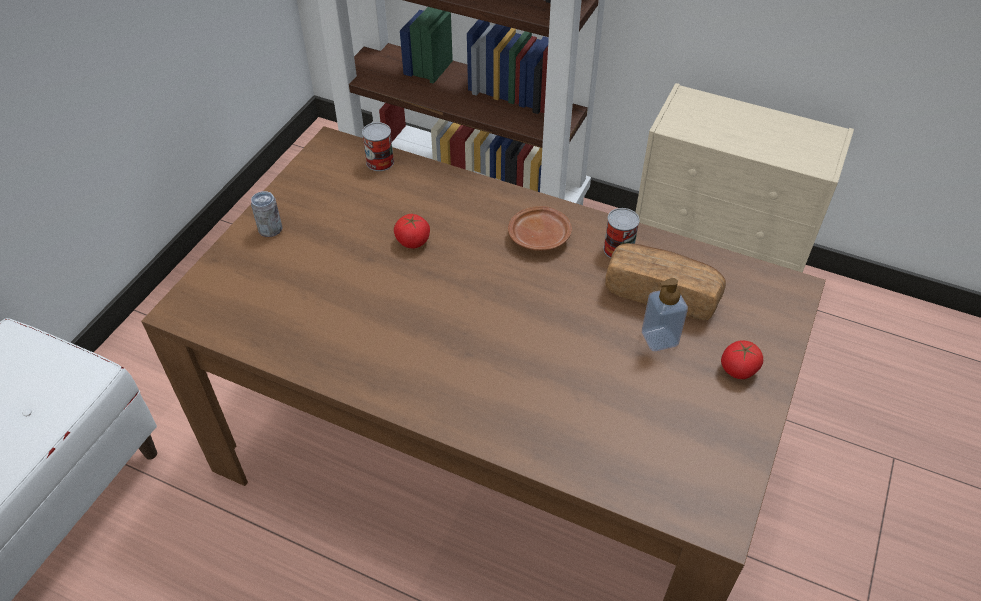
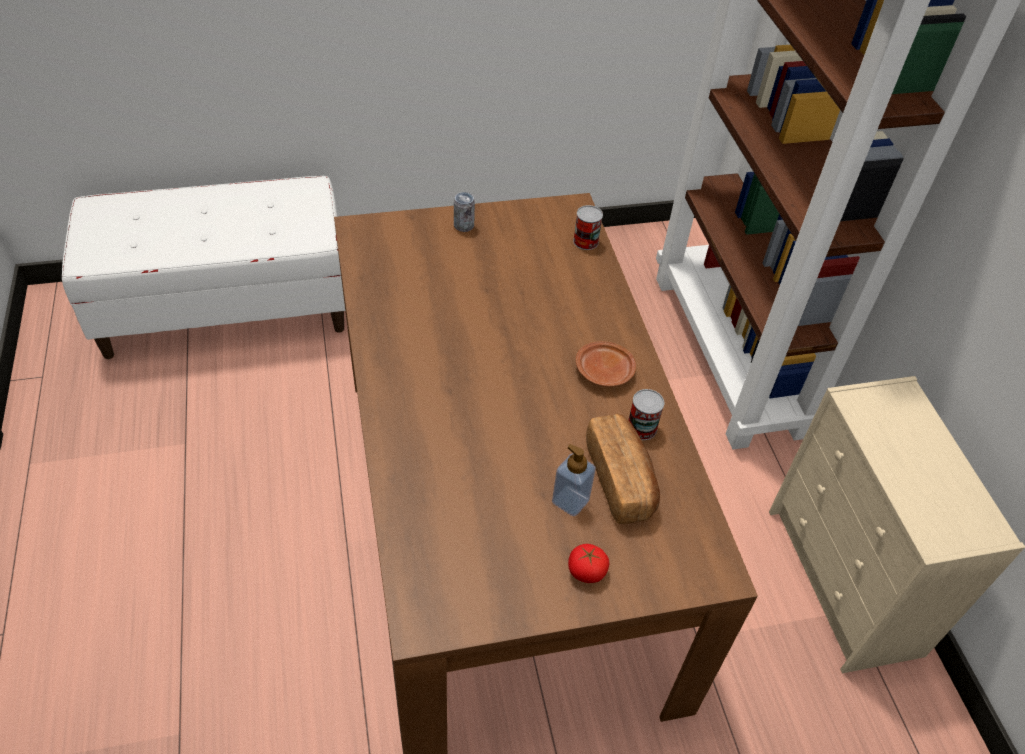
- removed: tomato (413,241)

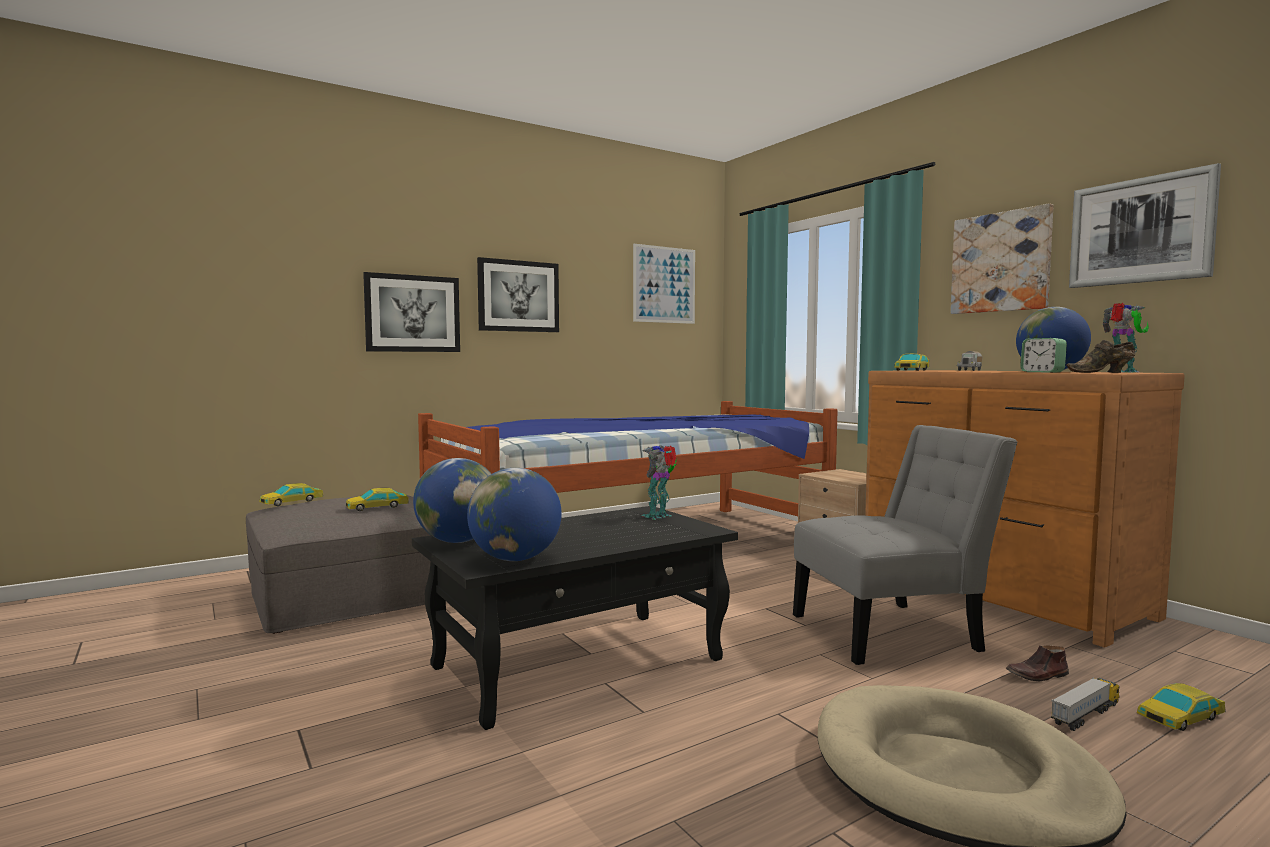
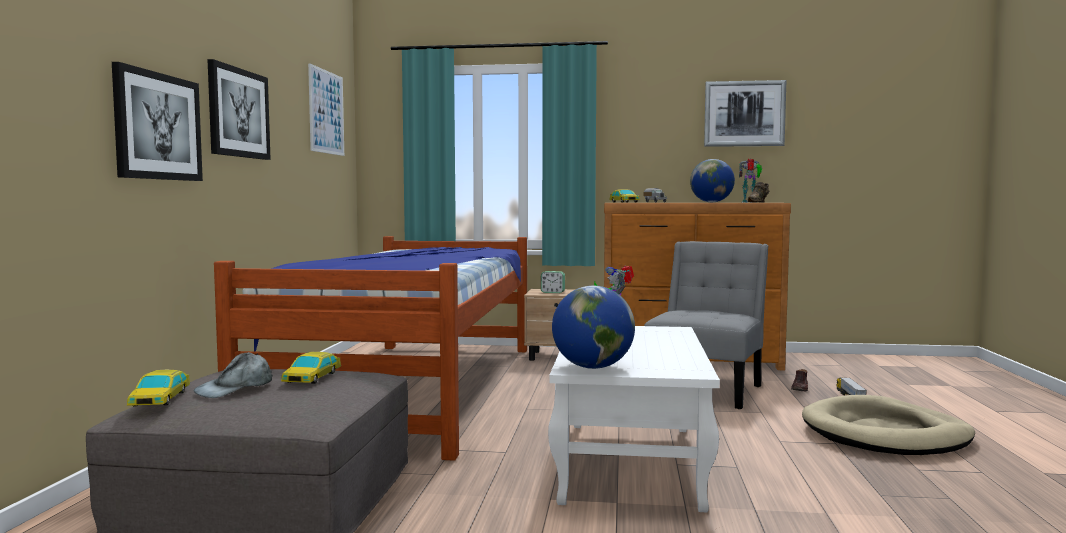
- recoloured: black low table (580,662) to white-coloured low table (630,461)
- removed: globe (515,559)
- removed: wall art (1001,262)
- moved: bedside clock (1042,372) to (552,292)
- removed: model car (1181,717)
- added: greyish cap (235,388)

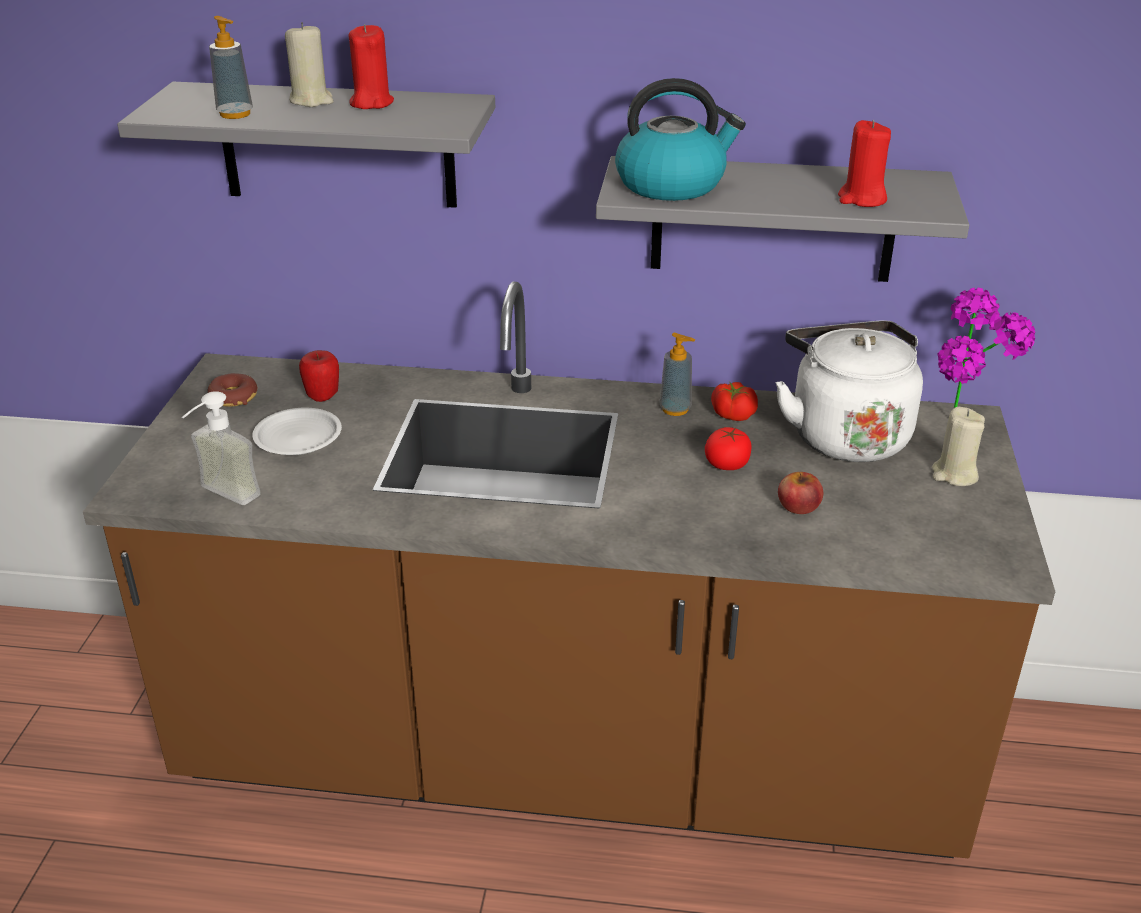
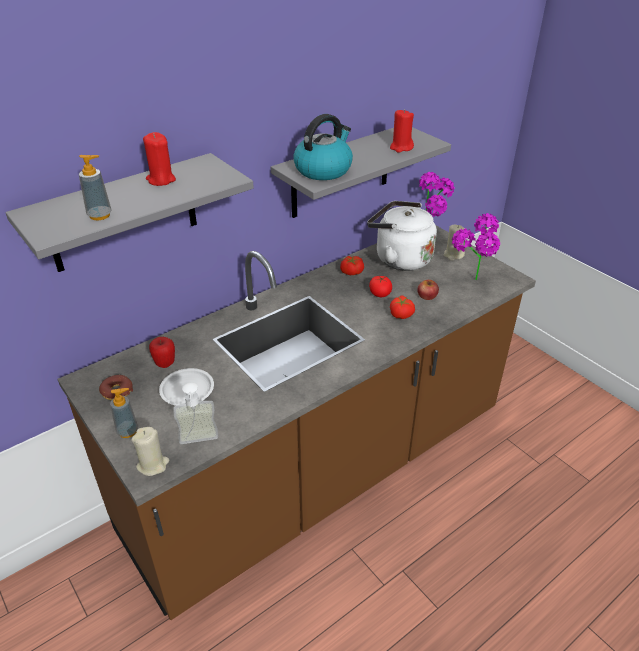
- moved: sand-coloured candle (311,100) to (153,465)
- moved: soap bottle (675,409) to (127,431)
- added: tomato (401,314)
- added: houseplant (471,283)

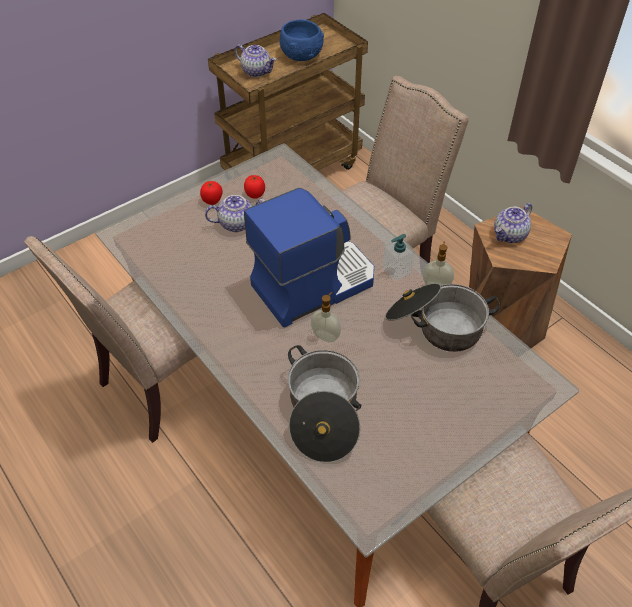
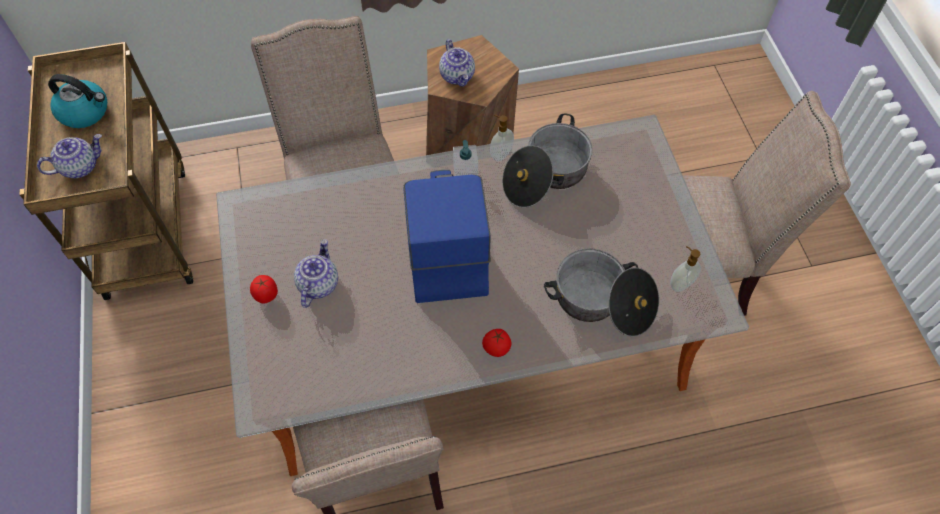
- moved: tomato (255,194) to (496,348)
- replaced: blue bowl (301,55) to kettle (85,112)
- moved: soap bottle (326,336) to (680,283)

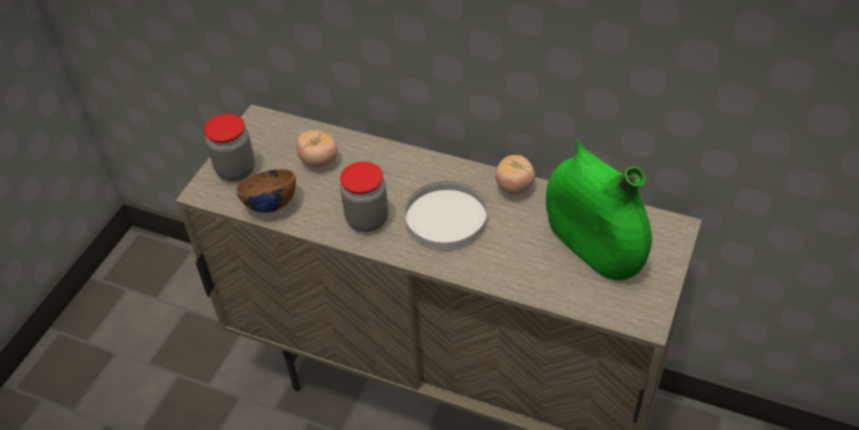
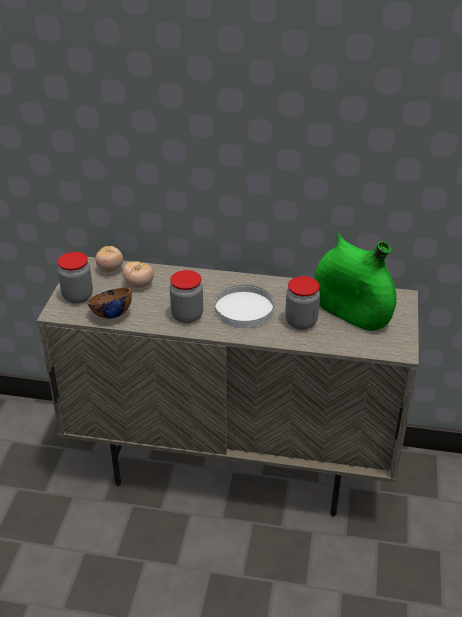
- moved: tomato (514,187) to (110,269)
- added: preserve jar (301,322)

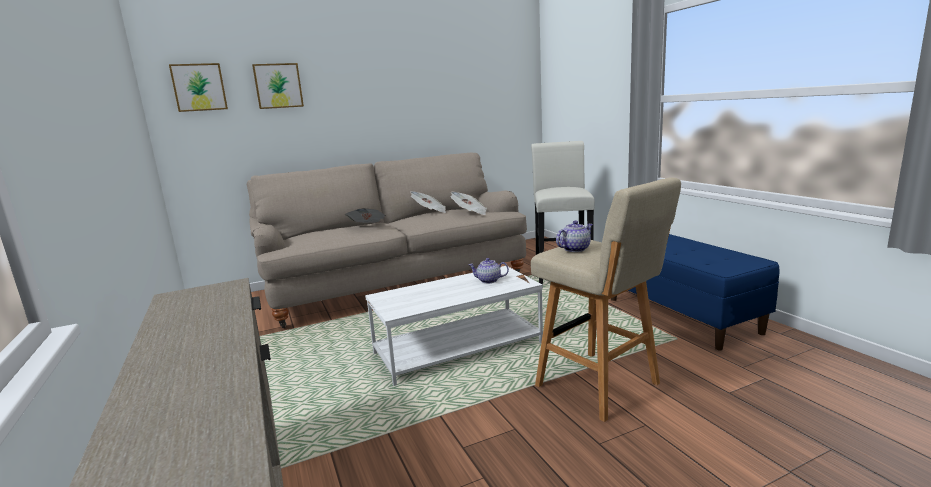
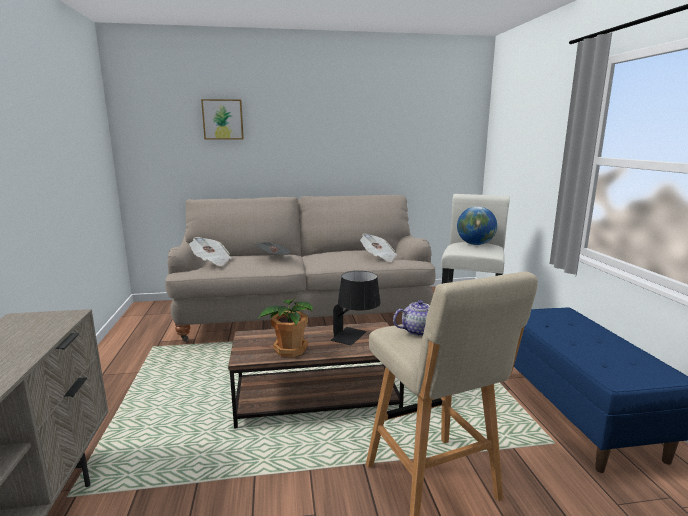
- removed: wall art (199,87)
- recoloured: white-coloured low table (458,348) to brownish low table (317,399)
- moved: daily paper (430,212) to (211,261)
- replaced: tea pot (488,280) to black tabletop lamp (356,337)
- added: houseplant (289,350)
- added: globe (475,244)

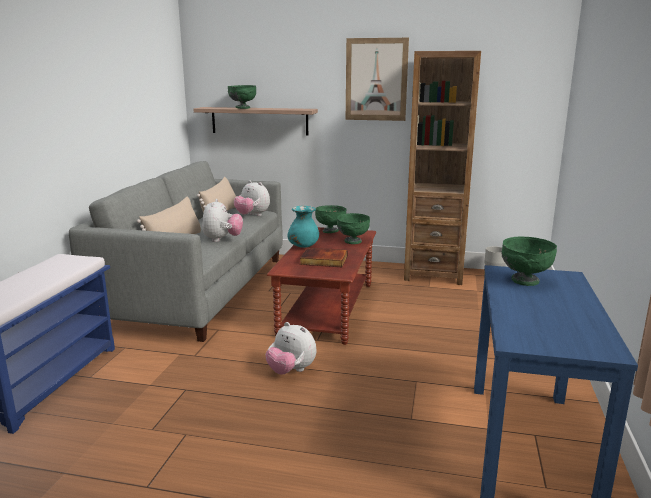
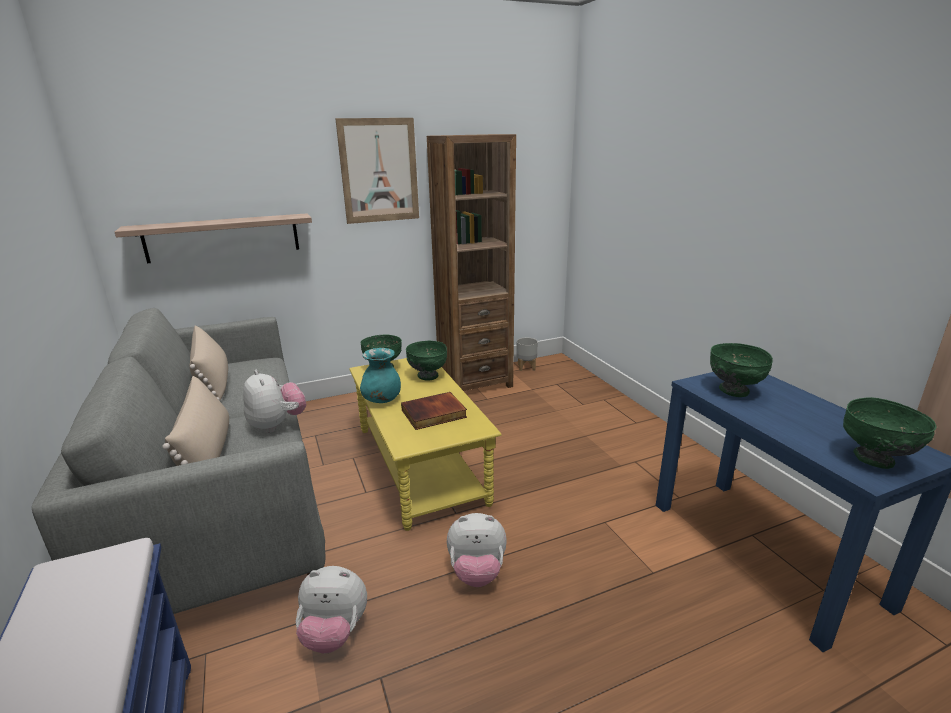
- moved: greenish bowl (242,108) to (874,460)
- moved: plush toy (252,215) to (334,633)
- recoloured: brownish low table (327,308) to yellowish low table (420,464)

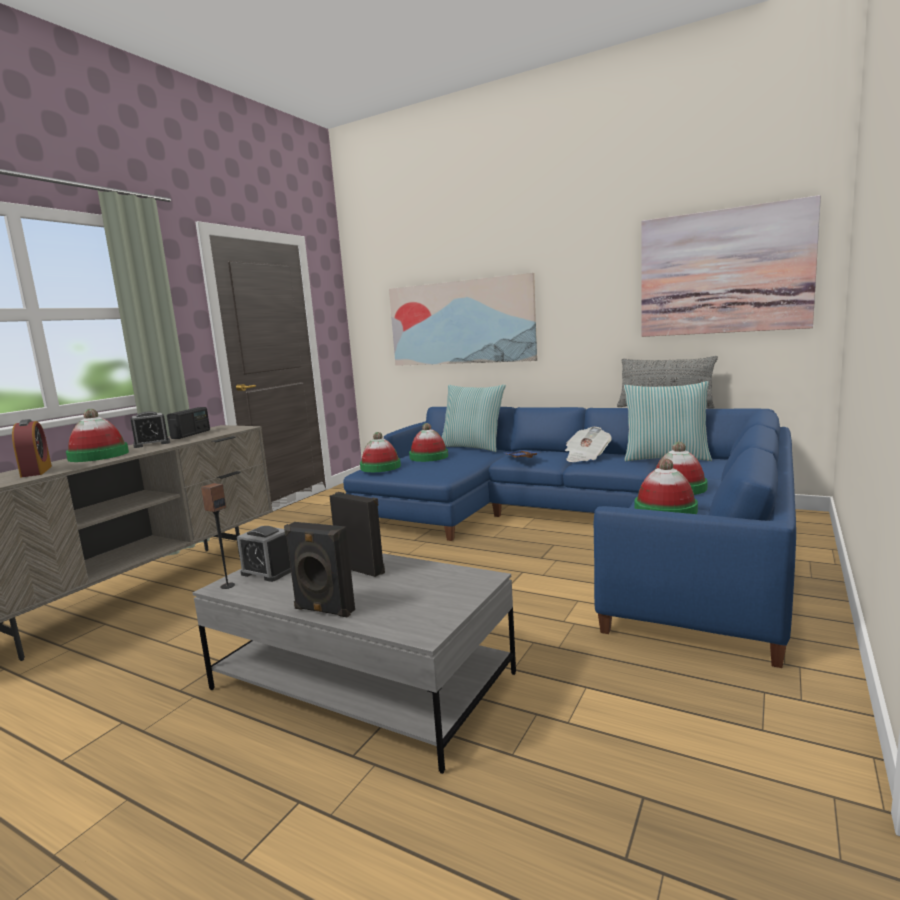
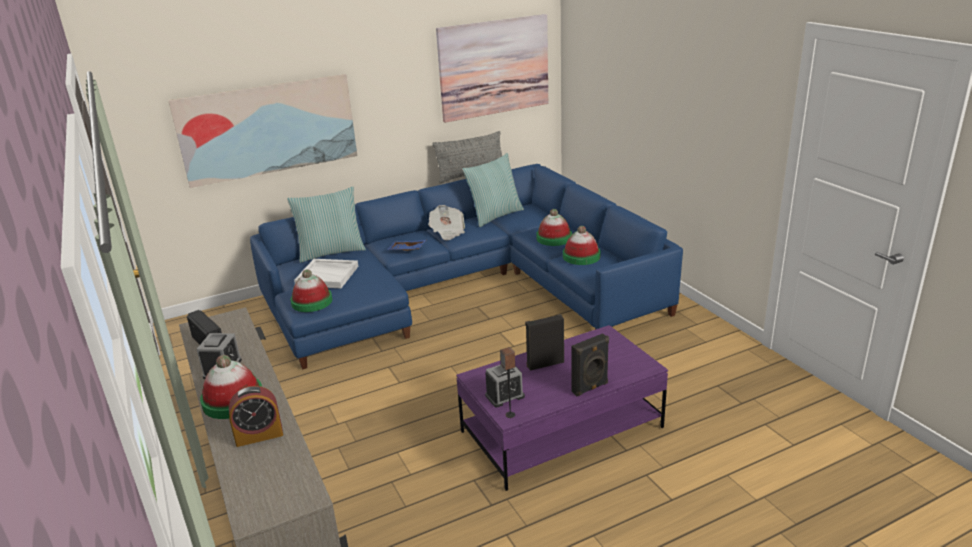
- turned: bedside clock (36,471) = (259,435) 150 degrees clockwise
- recoloured: greyish low table (362,681) to purplish low table (561,429)
- replaced: clothing hat (429,457) to white-coloured tray (328,275)

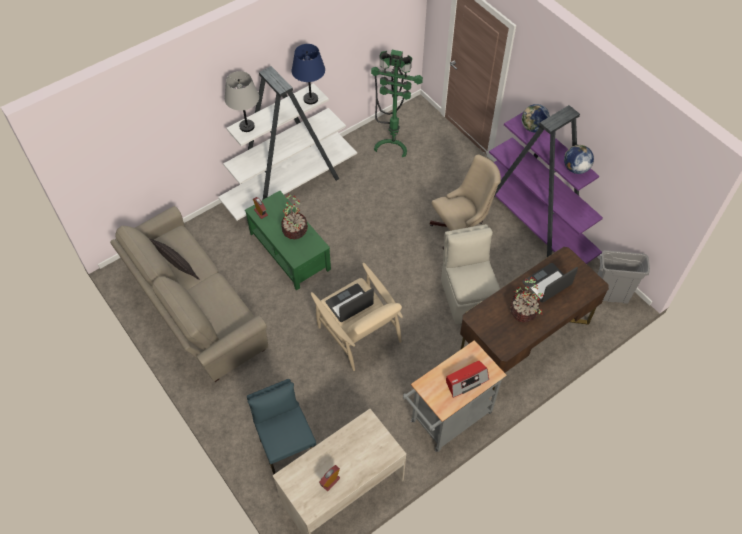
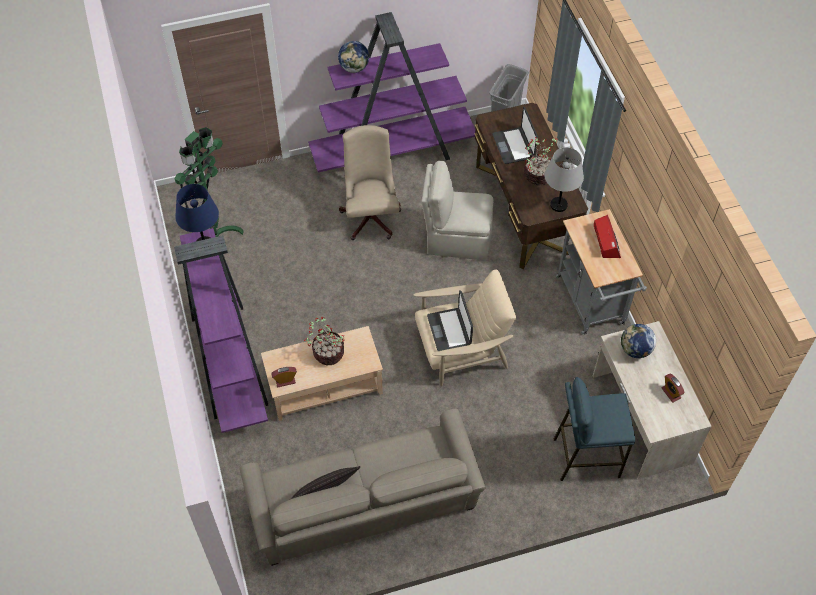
- recoloured: white-coloured bookcase (290,186) to purplish bookcase (228,358)
- moved: greyish tabletop lamp (247,126) to (558,205)
- recoloured: greenish low table (289,251) to sand-coloured low table (324,386)
- moved: globe (575,168) to (635,350)

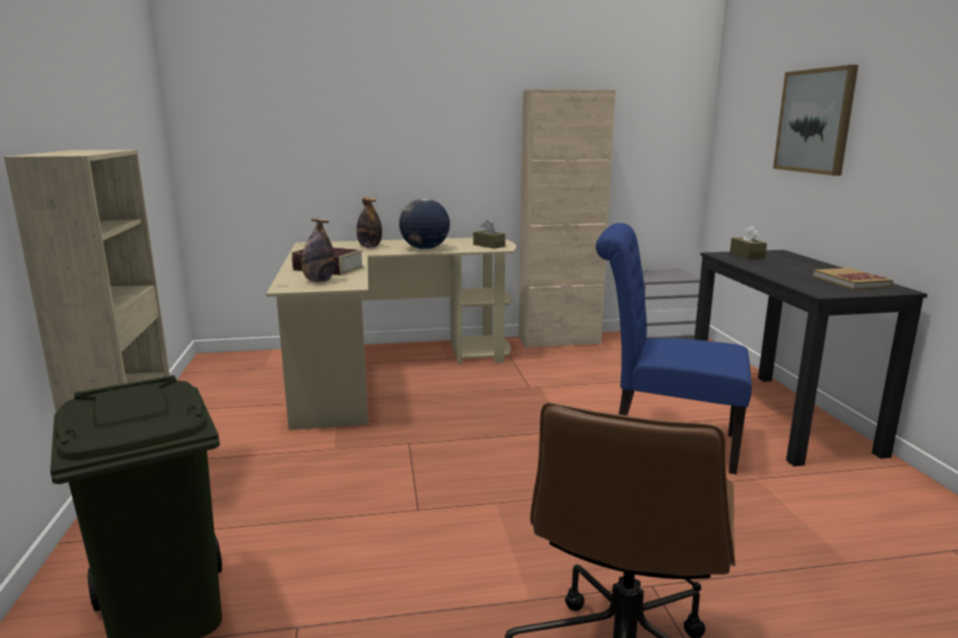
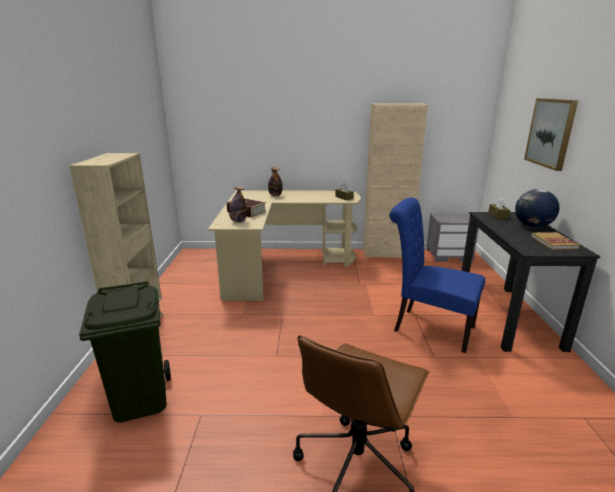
- moved: globe (424,249) to (532,226)

